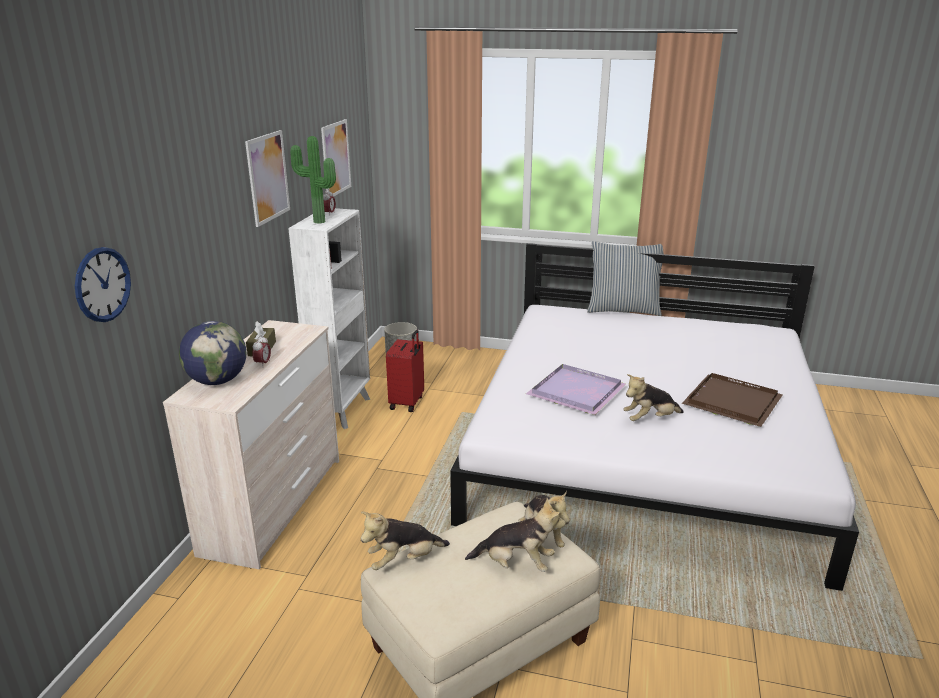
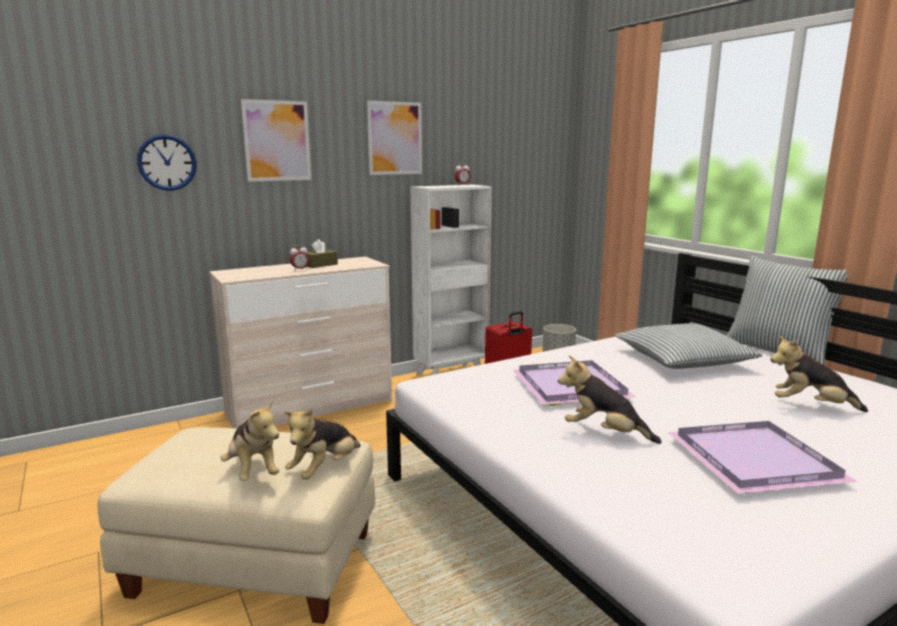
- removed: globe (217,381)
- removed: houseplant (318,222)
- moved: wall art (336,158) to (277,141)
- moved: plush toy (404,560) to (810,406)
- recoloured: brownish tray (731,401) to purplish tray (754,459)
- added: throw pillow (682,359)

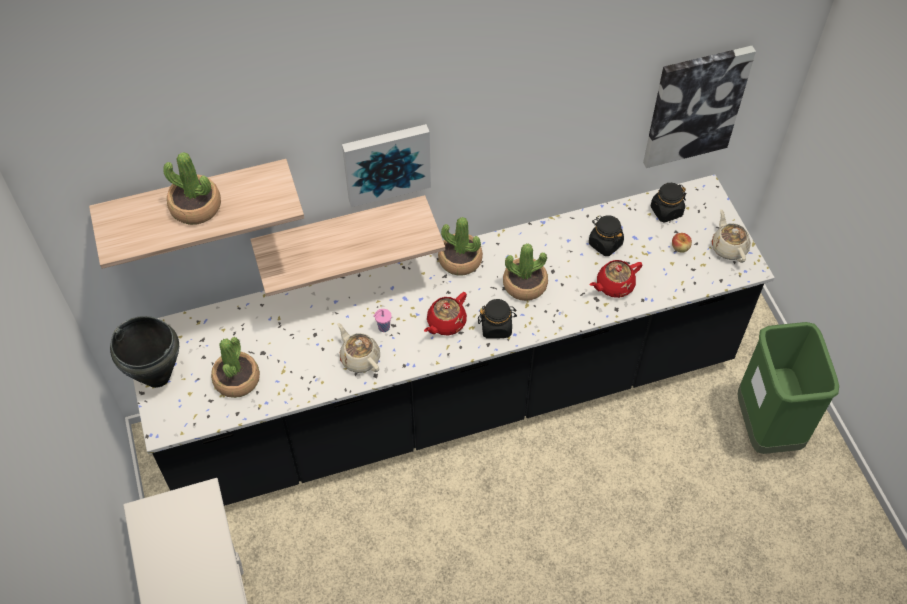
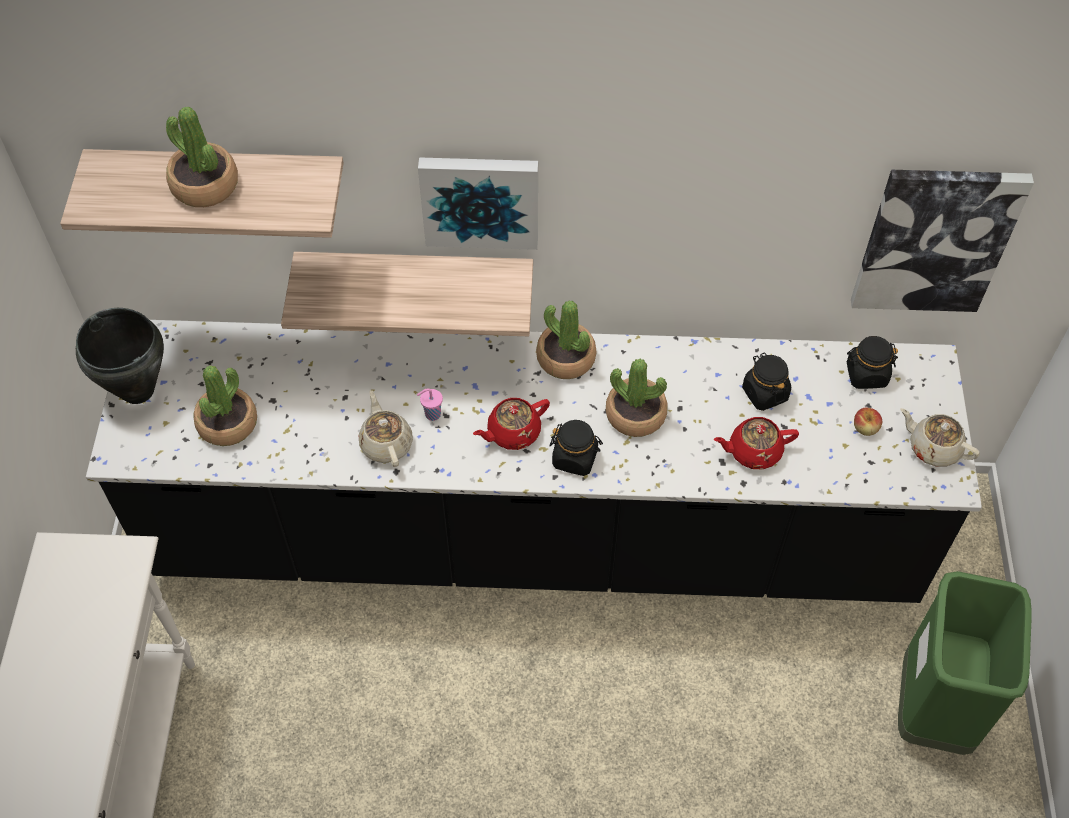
- turned: sand-coloured tea pot (728,247) = (933,447) 60 degrees counterclockwise

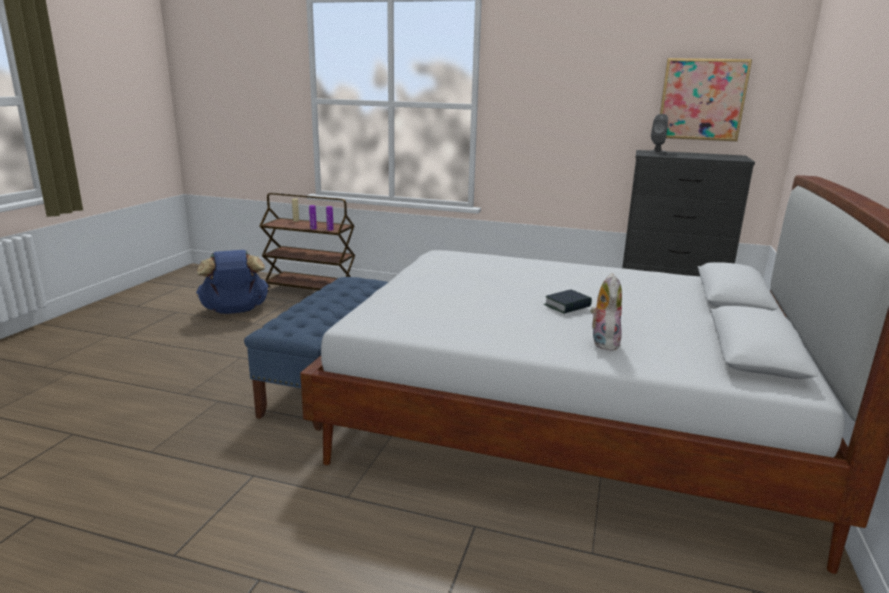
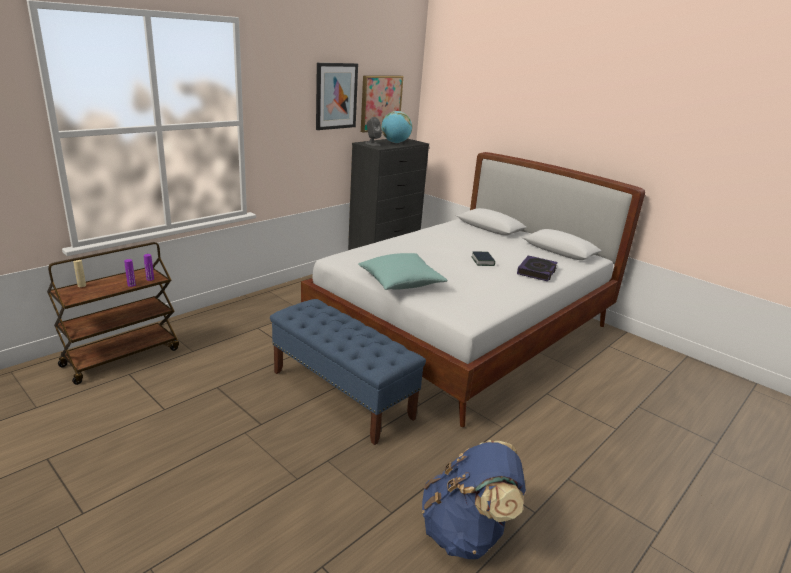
- moved: blue rucksack (235,311) to (466,532)
- replaced: plush toy (603,342) to volume (537,271)
- added: wall art (336,96)
- added: blue-green throw pillow (401,282)
- added: globe (395,143)

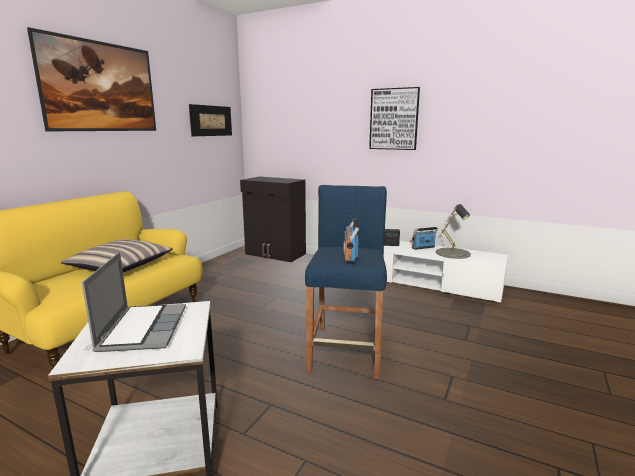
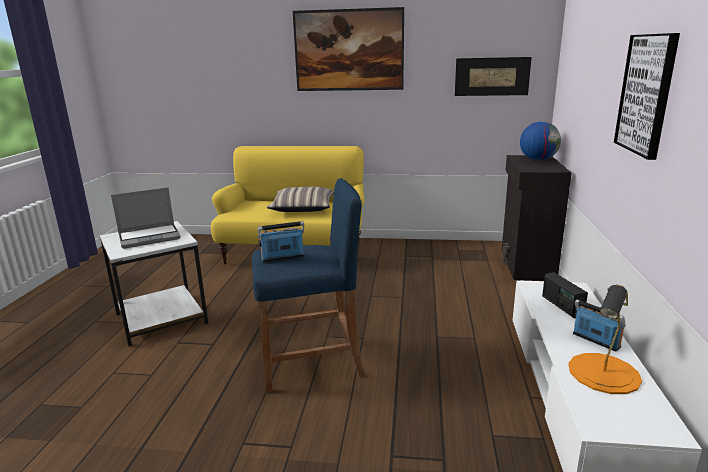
- recoloured: greyish tabletop lamp (453,253) to orange-coloured tabletop lamp (604,373)
- added: globe (538,160)

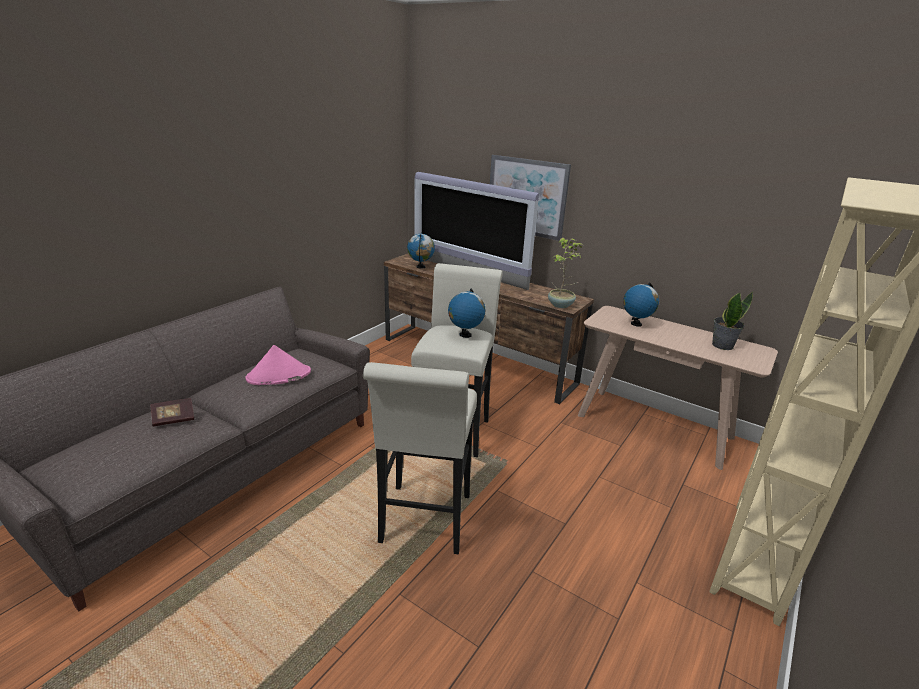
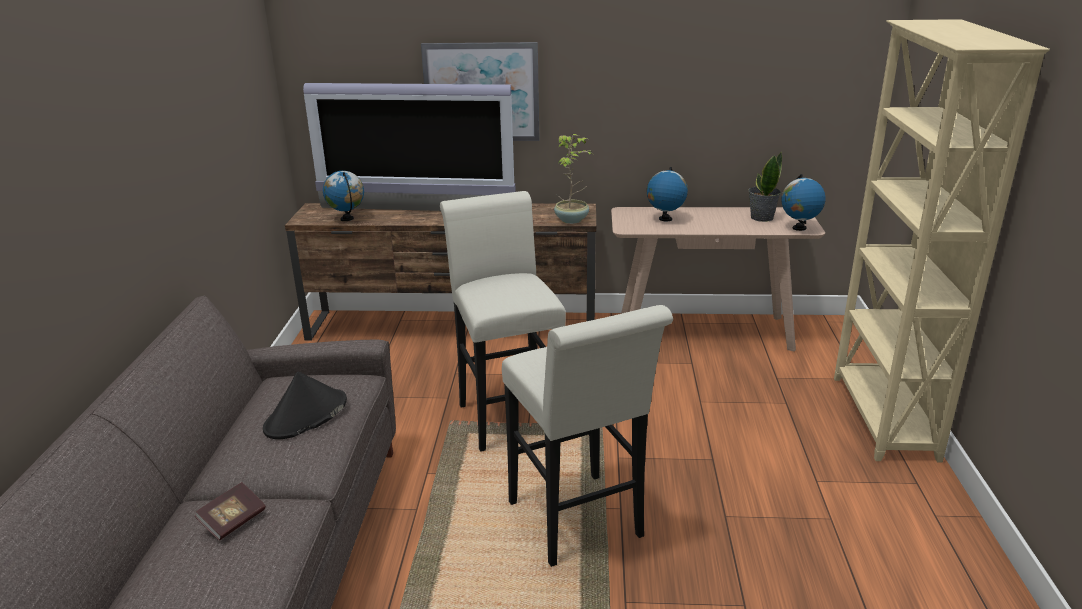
- recoloured: pink-coloured clothing hat (278,375) to black clothing hat (306,415)
- moved: globe (465,335) to (799,228)

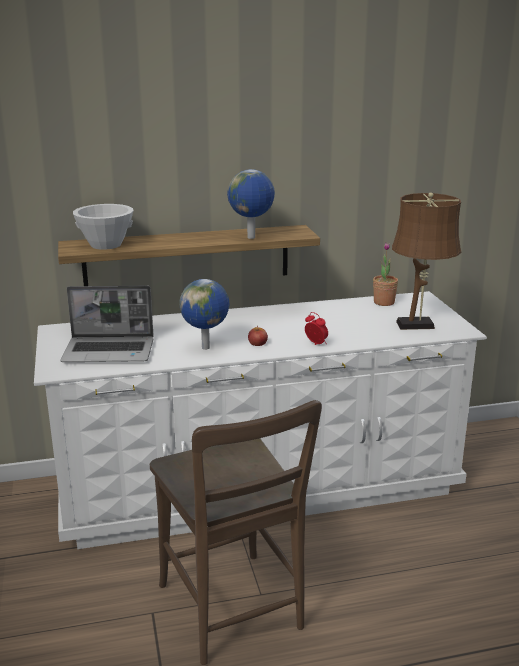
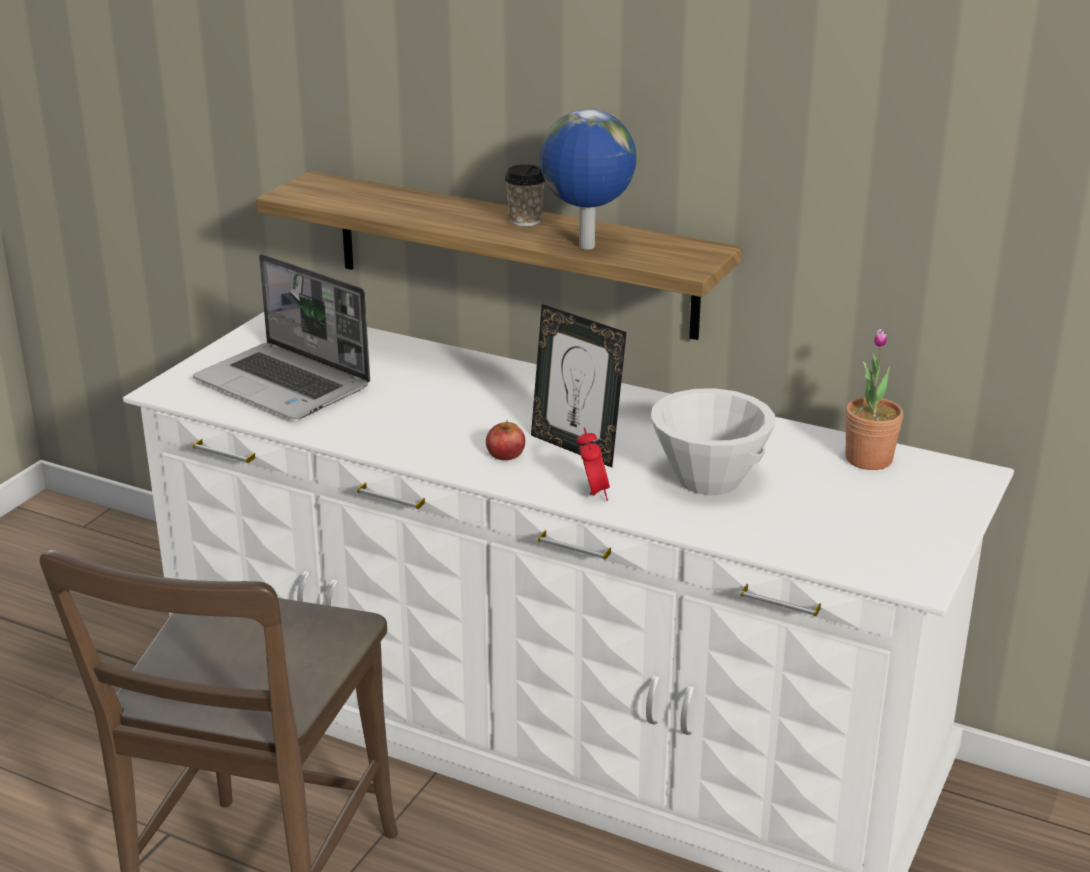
- moved: white-coloured bowl (106,245) to (709,480)
- removed: globe (207,348)
- removed: brownish tabletop lamp (419,325)
- added: small cup (525,220)
- added: standing frame (576,448)

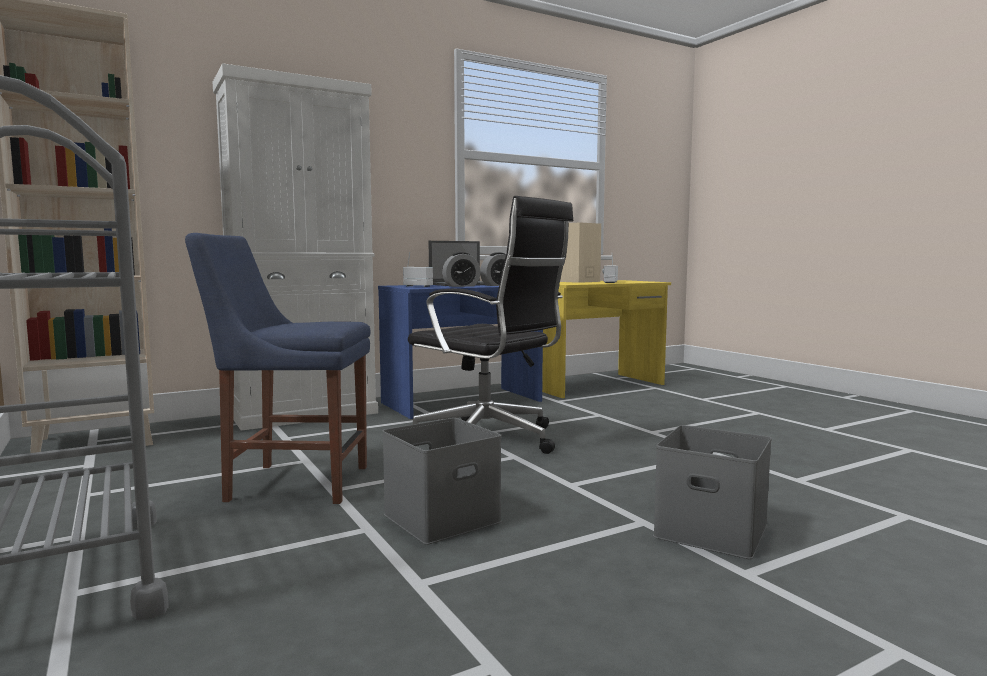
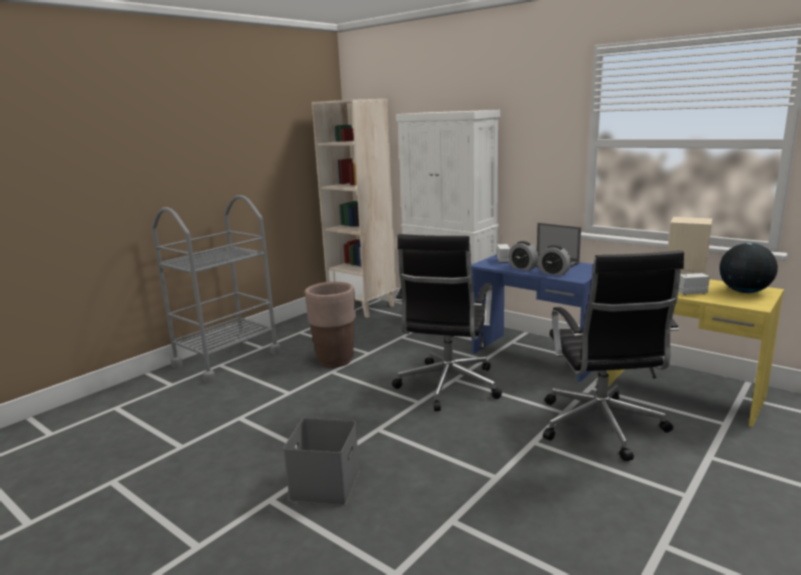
- replaced: blue chair (292,483) to brownish planter (335,361)
- removed: greyish storage container (442,517)
- added: black desk chair (601,427)
- added: globe (744,292)

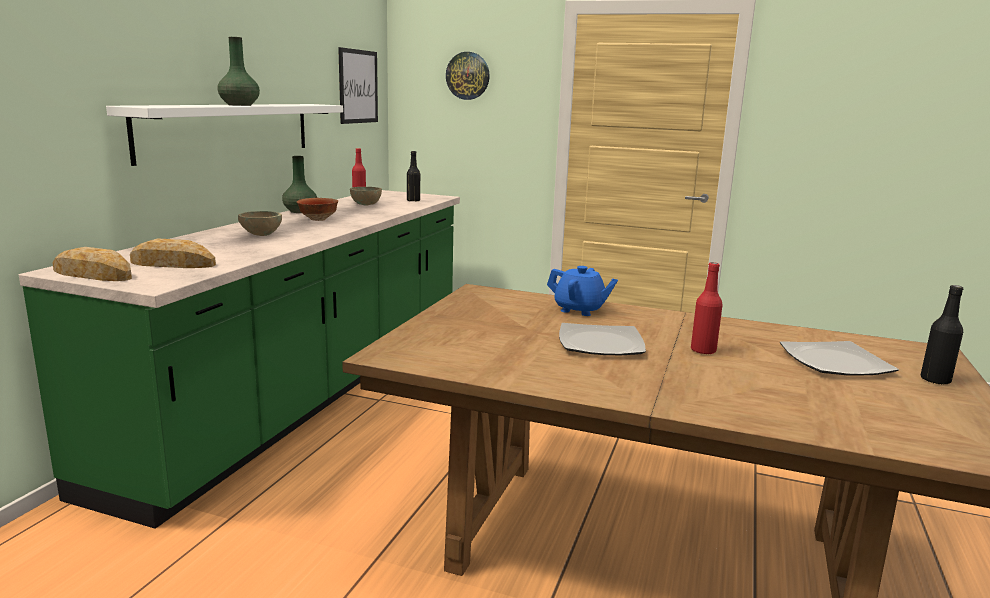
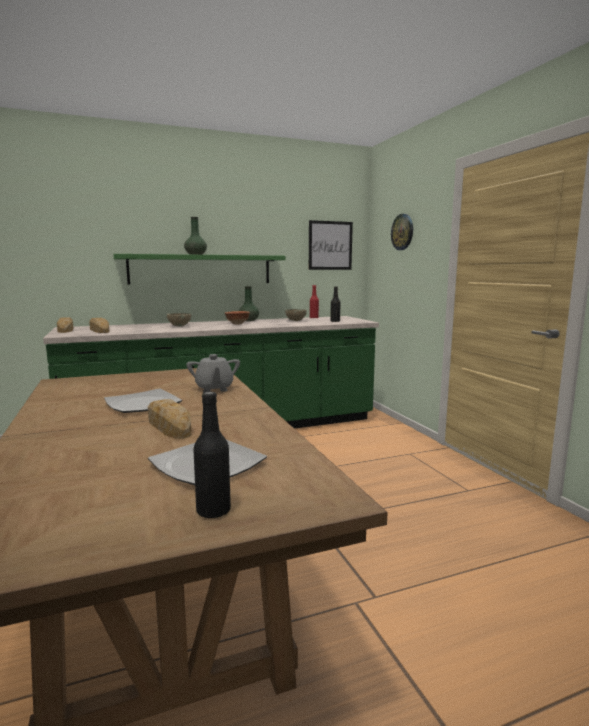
- recoloured: white-coloured shelf (229,130) to greenish shelf (201,269)
- recoloured: blue tea pot (579,310) to greyish tea pot (214,389)
- replaced: red bottle (703,351) to baked bread (169,425)

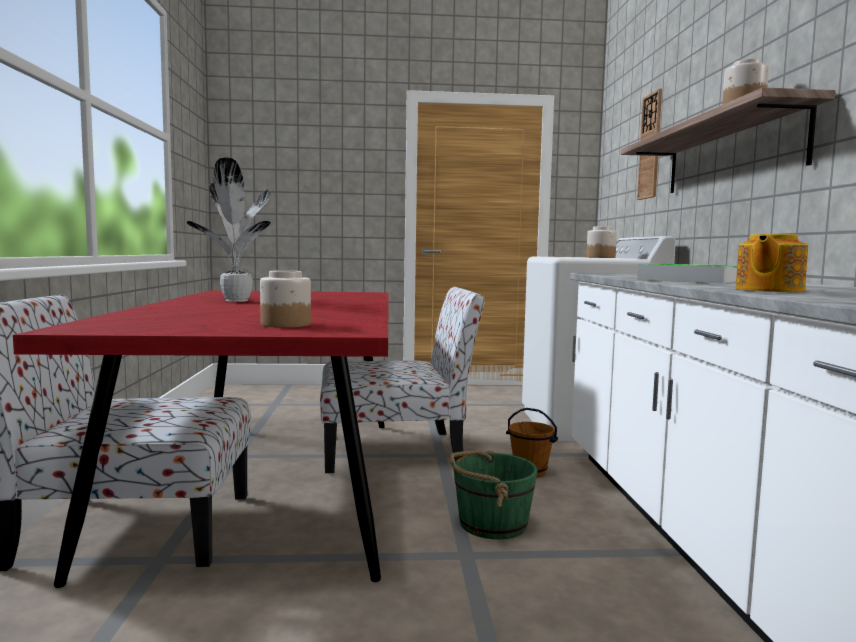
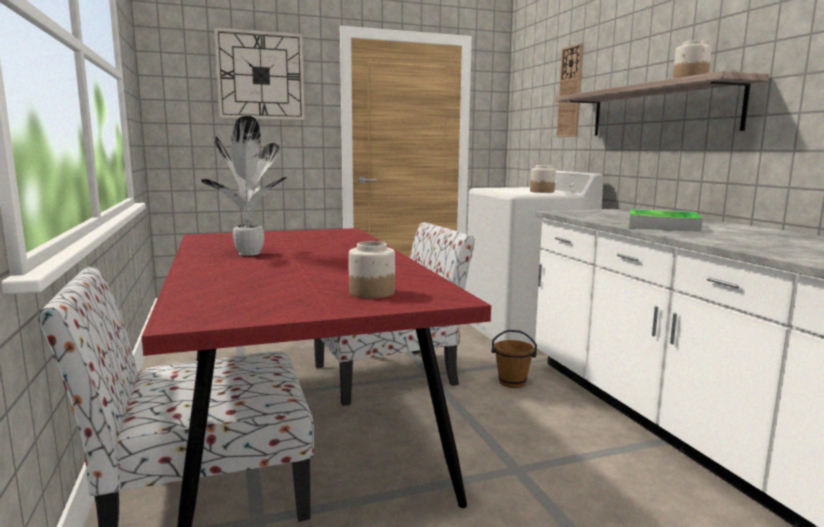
- removed: greenish water bucket (491,523)
- removed: tea pot (767,290)
- added: wall clock (261,75)

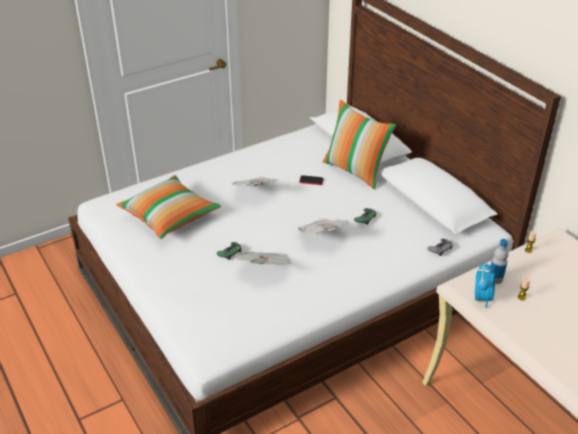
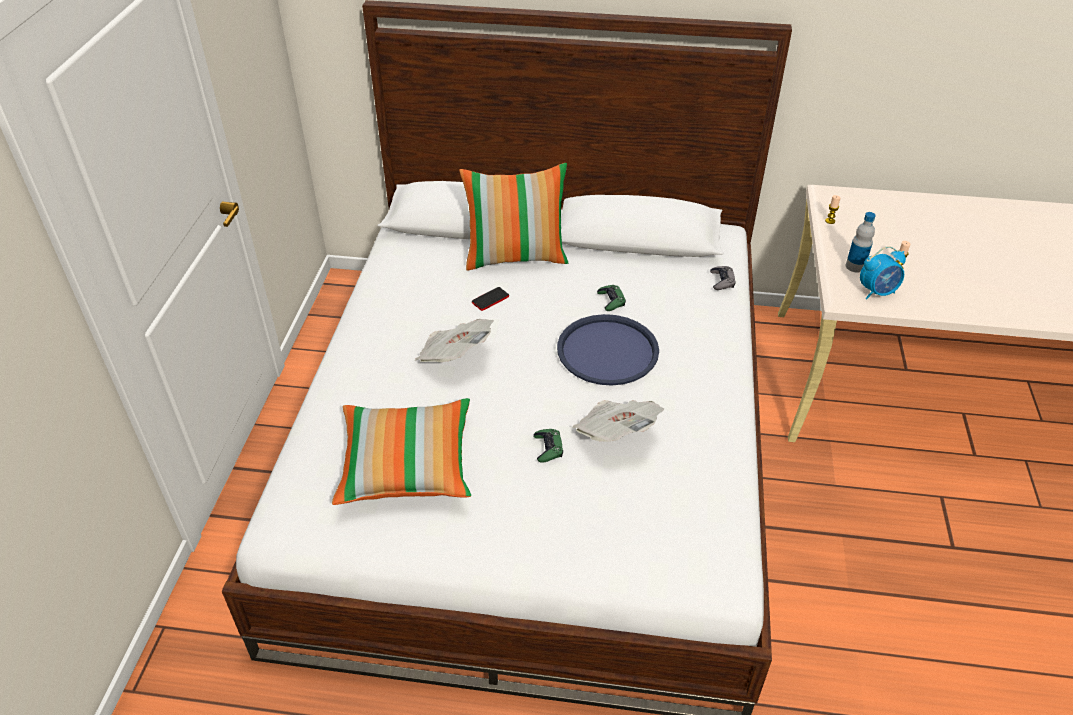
- replaced: daily paper (322,236) to blue tray (607,351)
- turned: bedside clock (482,298) = (877,292) 105 degrees clockwise

